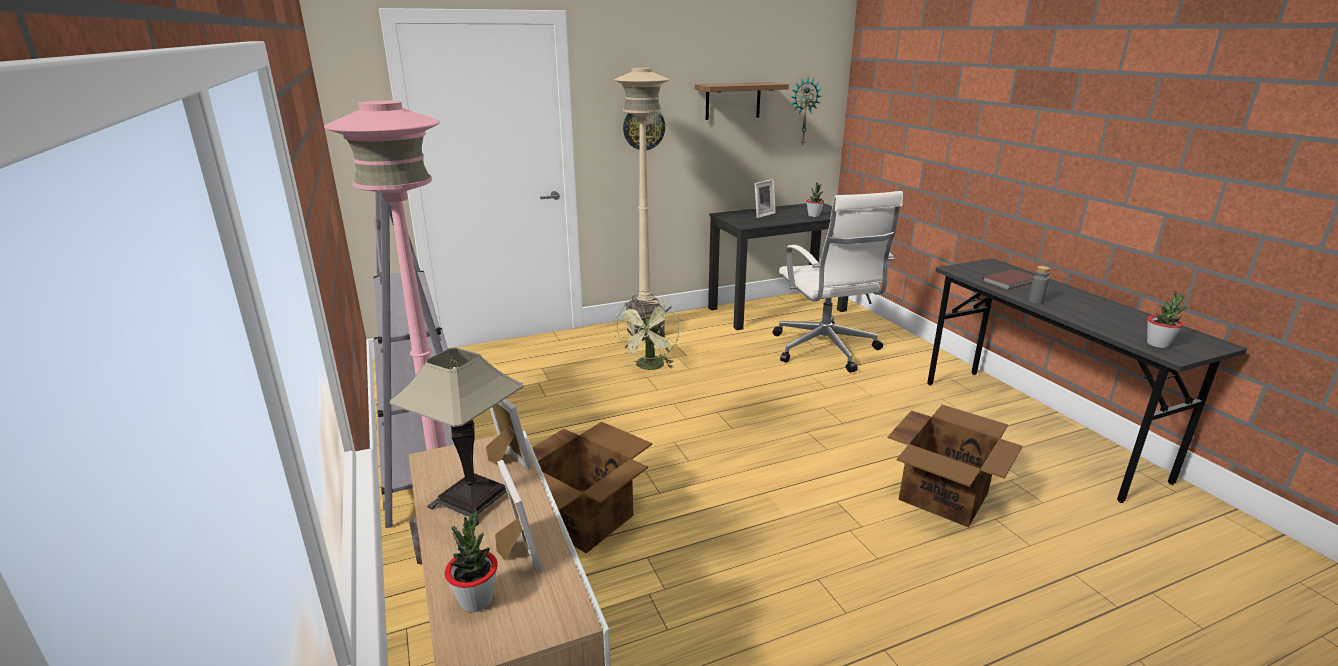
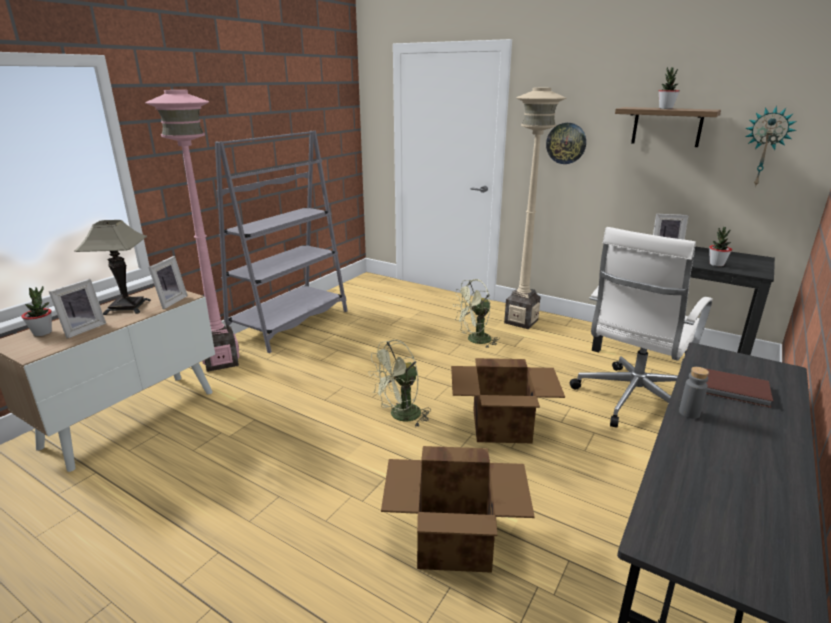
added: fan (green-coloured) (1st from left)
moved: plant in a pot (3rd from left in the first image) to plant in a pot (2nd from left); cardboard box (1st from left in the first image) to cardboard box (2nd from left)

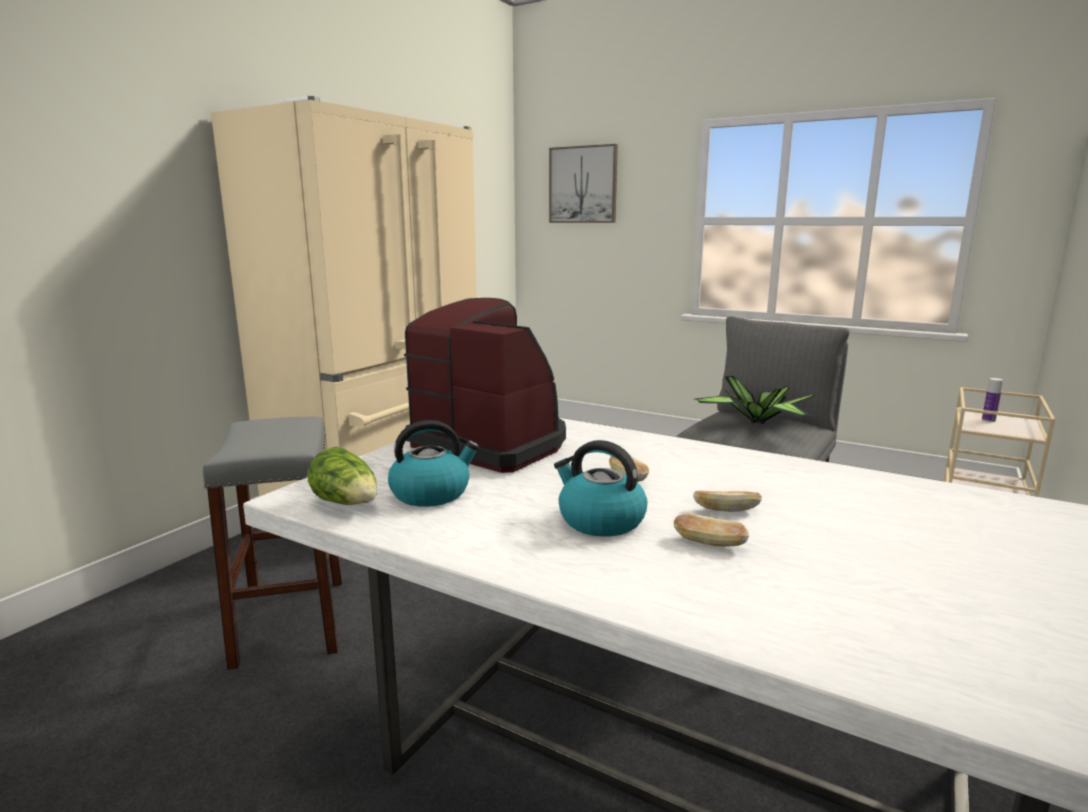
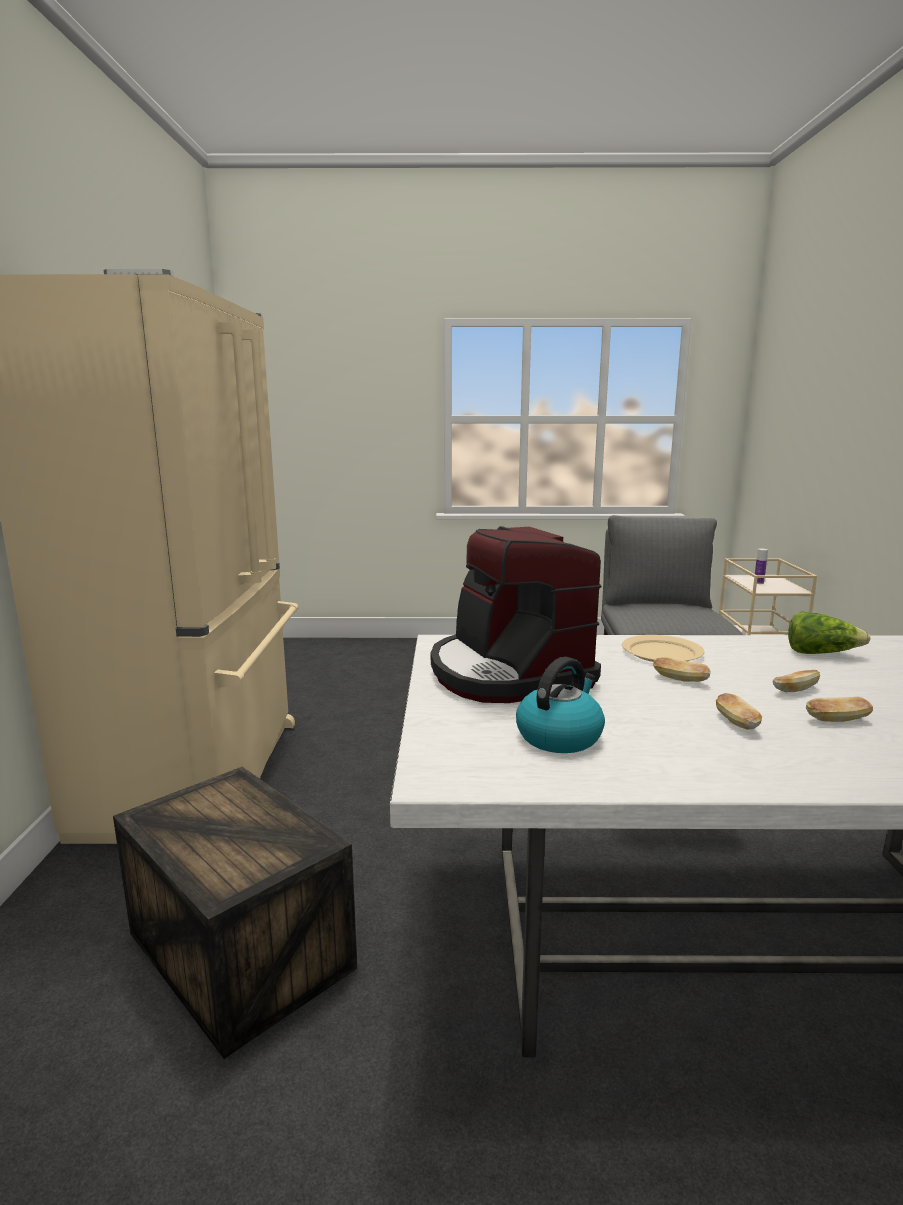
removed: wall art; plant in a pot
added: flat dish (beige-coloured)
moved: lettuce head
replaced: sitting stool (grey) (1st from left) to shipping crate; water kettle (2nd from left) to bread (2nd from left)
turned: coffee brewer 120 degrees counterclockwise

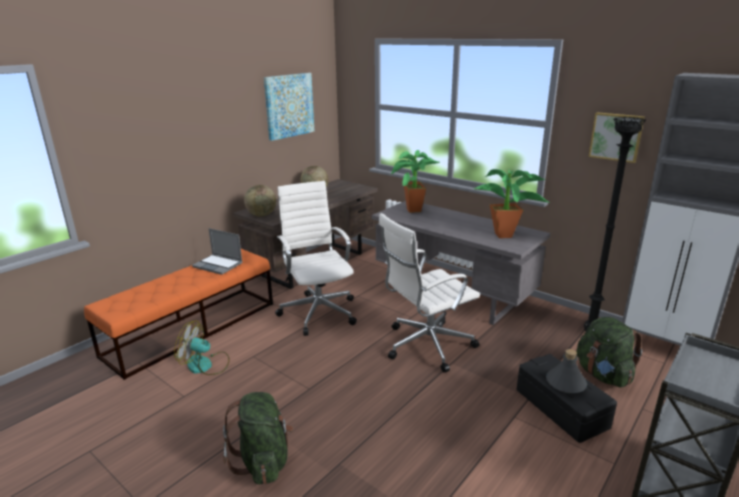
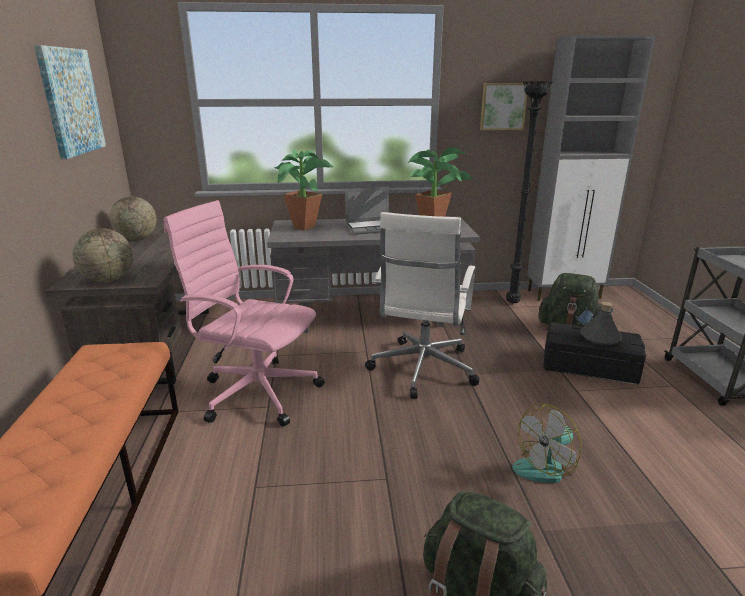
moved: laptop; fan
recoloured: desk chair (white-coloured) (1st from left) to desk chair (pink-coloured)

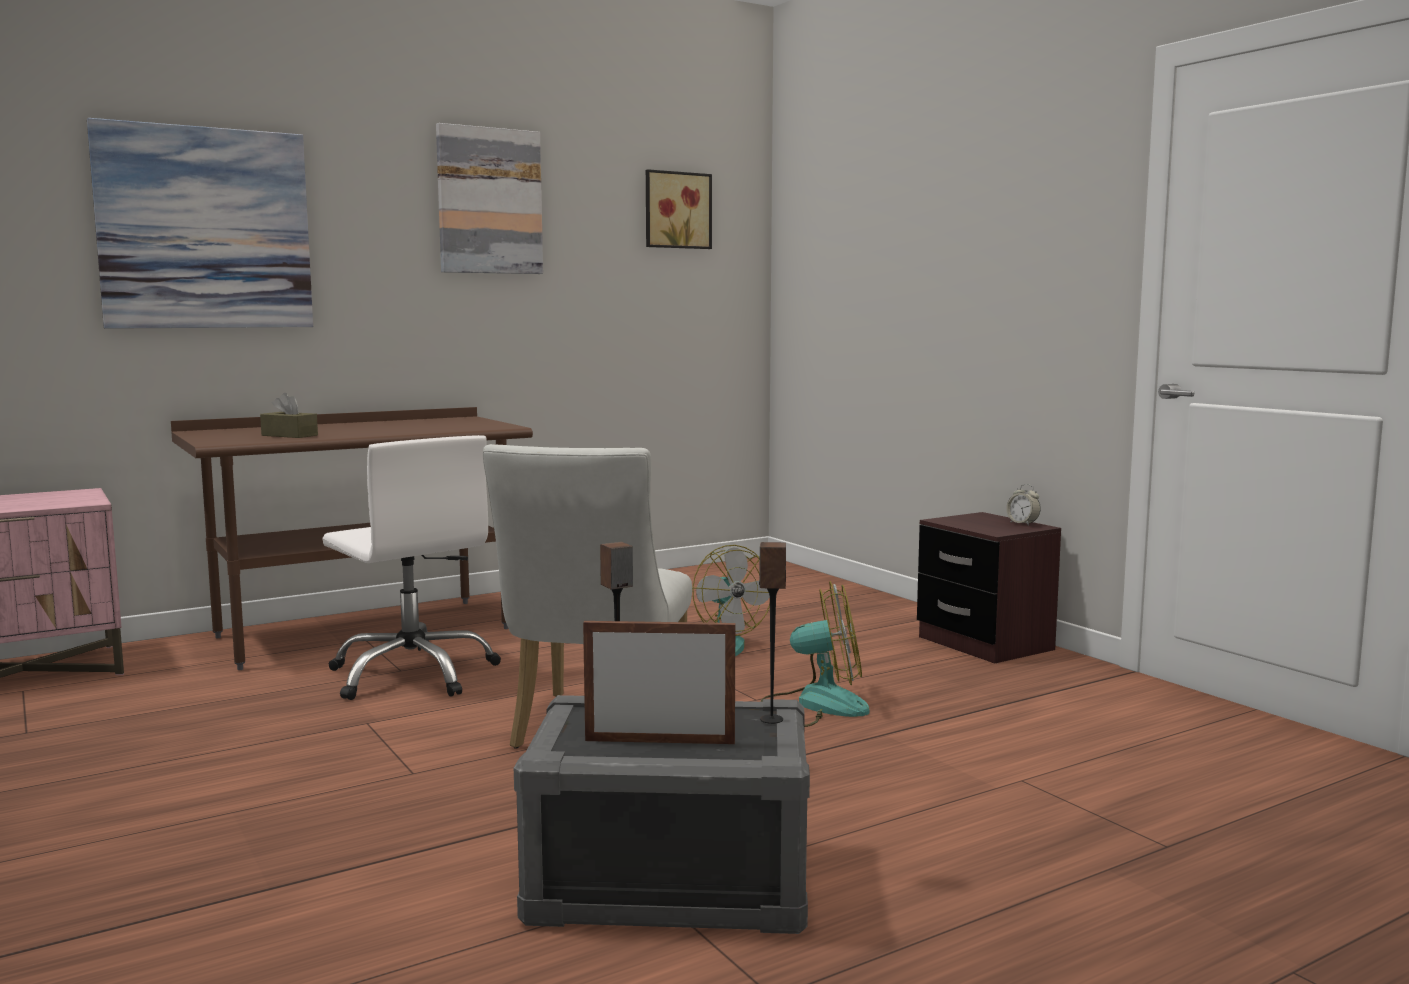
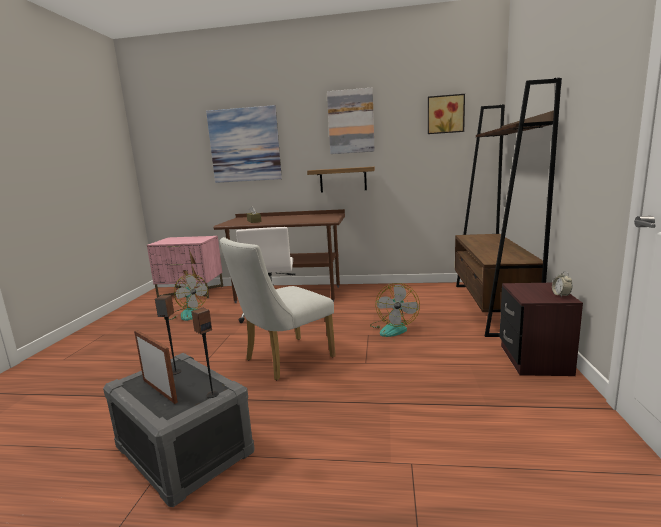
added: shelving unit (brownish); shelf
moved: fan (2nd from left in the first image) to fan (1st from left)

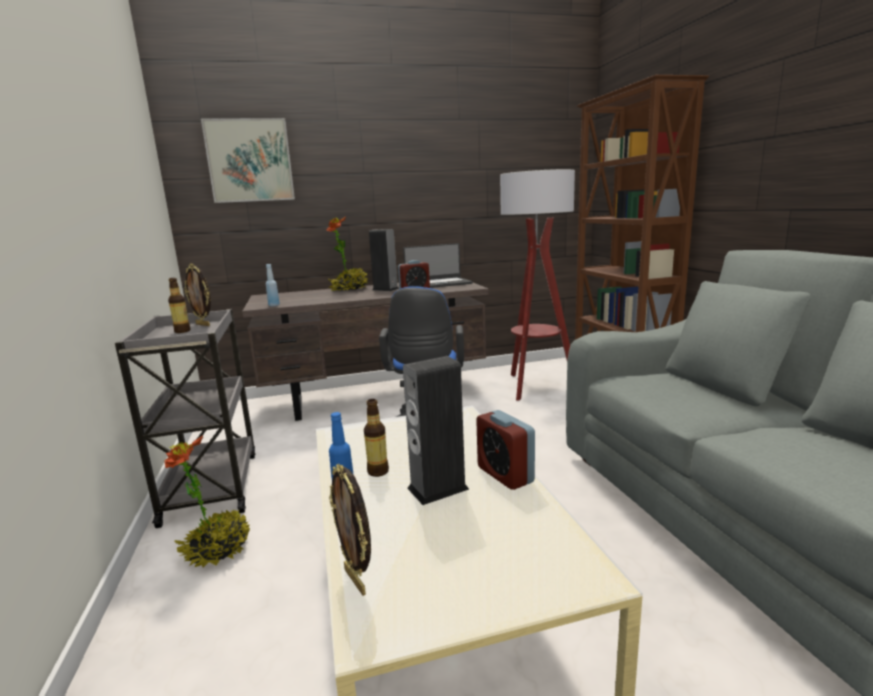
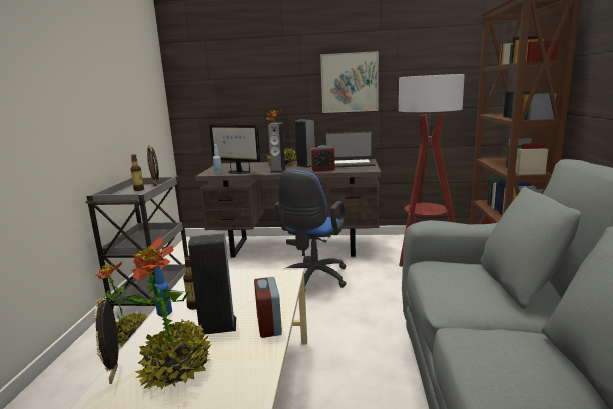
added: loudspeaker (2nd from left); computer display; plant in a pot (2nd from left)
moved: wall art

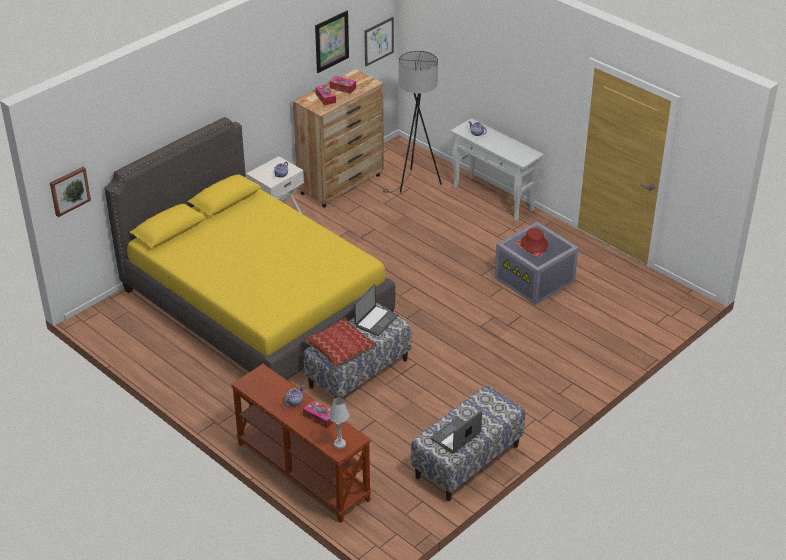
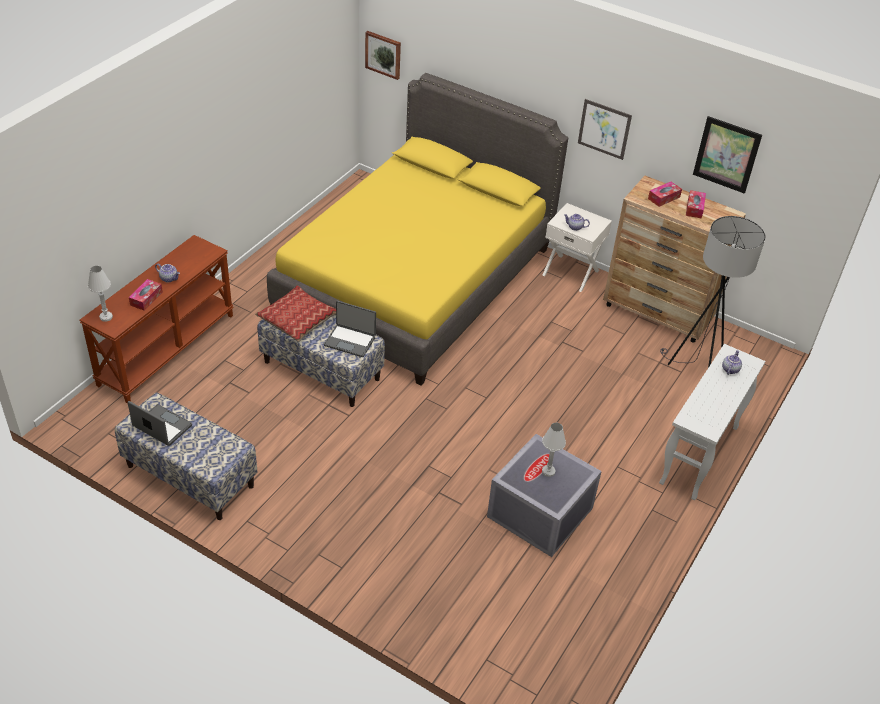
moved: wall art (3rd from left in the first image) to wall art (2nd from left)
replaced: wearable hat (red) to table lamp (white-coloured) (2nd from left)

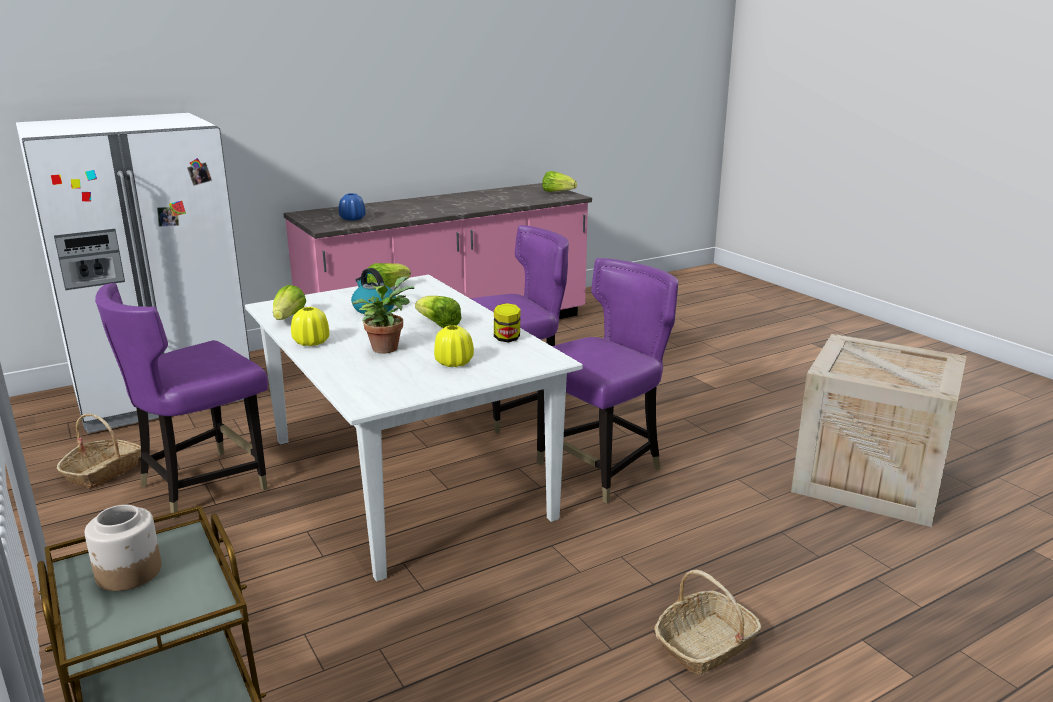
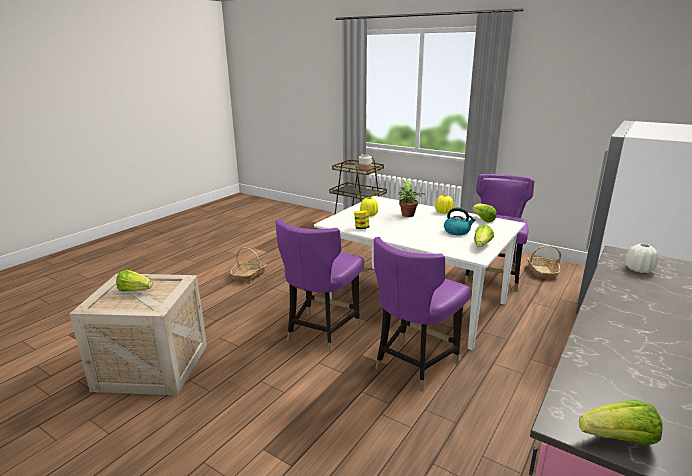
moved: lettuce head (3rd from left in the first image) to lettuce head (1st from left)
recoloured: vase (bluish) to vase (white-coloured)

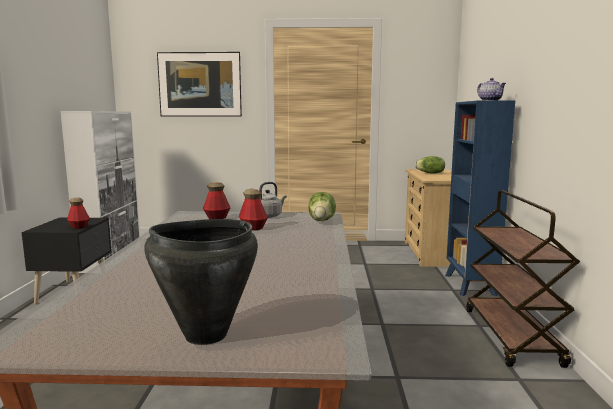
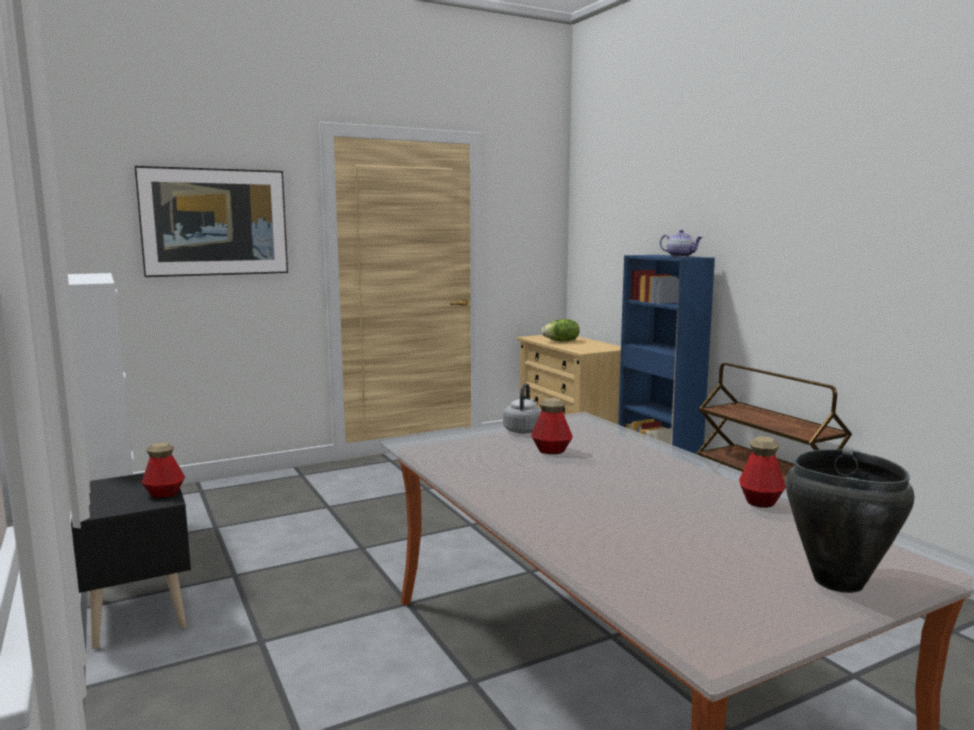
removed: lettuce head (1st from left)
moved: drink bottle (2nd from left in the first image) to drink bottle (3rd from left)

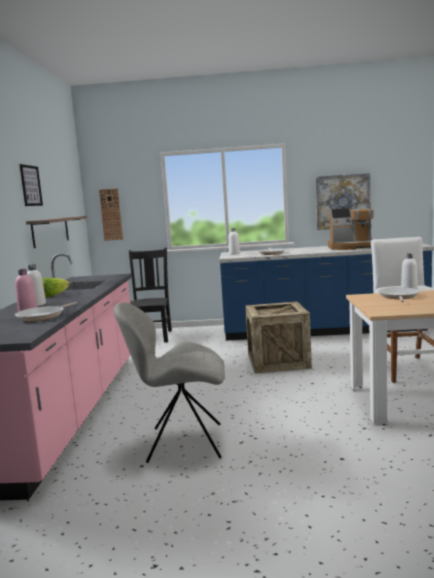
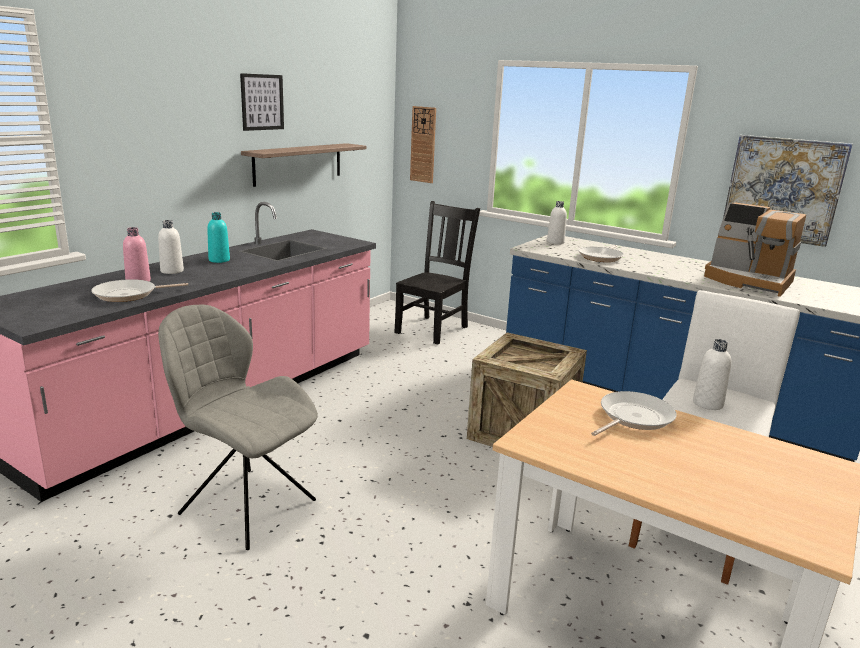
replaced: lettuce head to drink bottle (turquoise)

